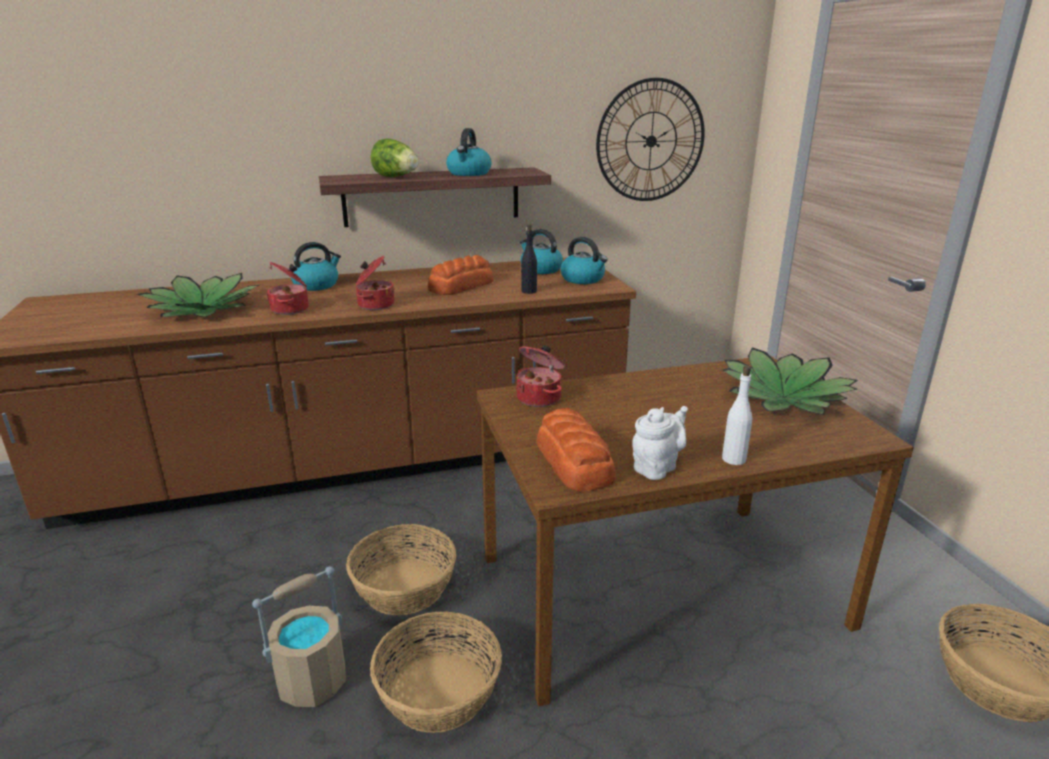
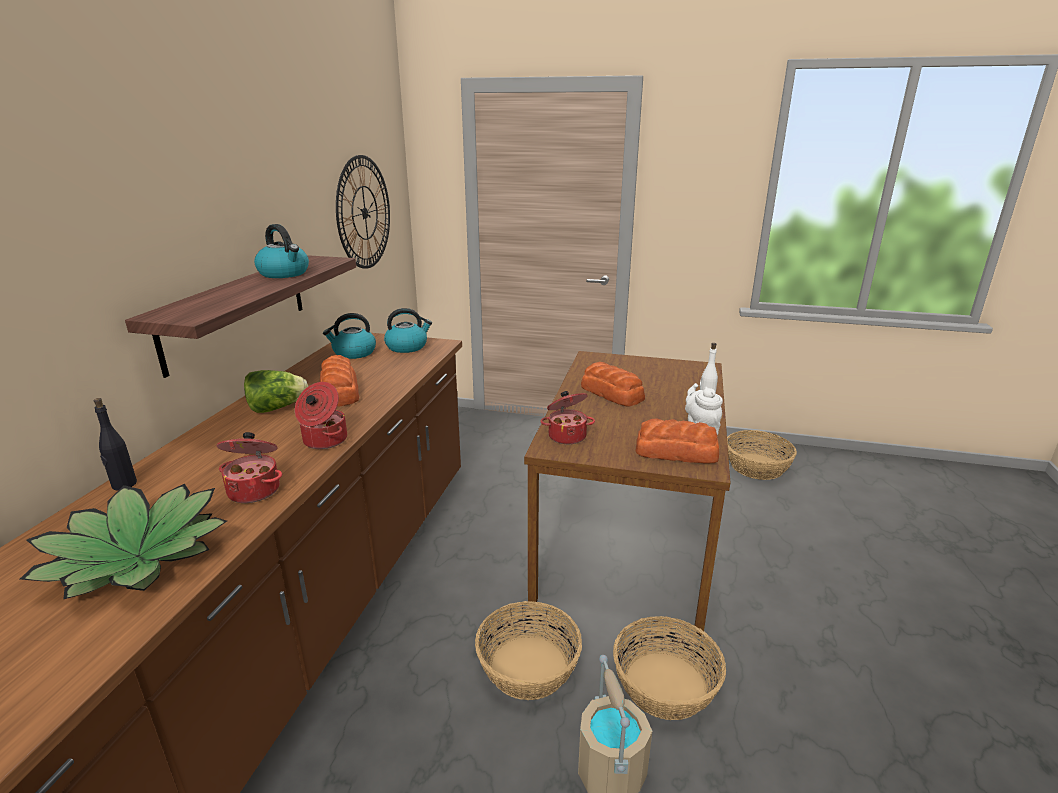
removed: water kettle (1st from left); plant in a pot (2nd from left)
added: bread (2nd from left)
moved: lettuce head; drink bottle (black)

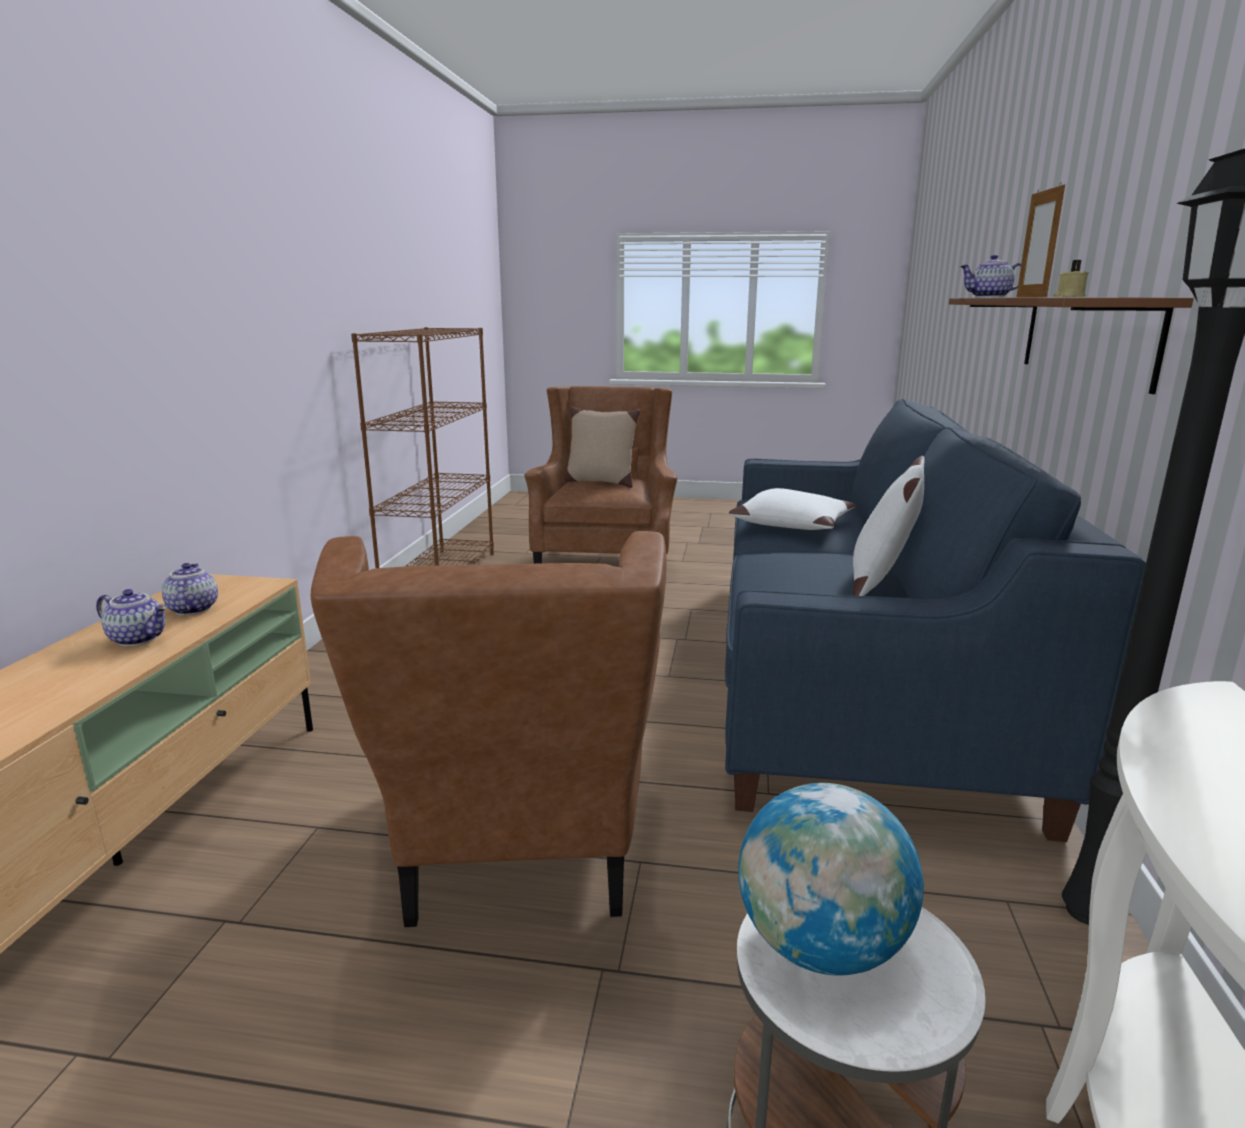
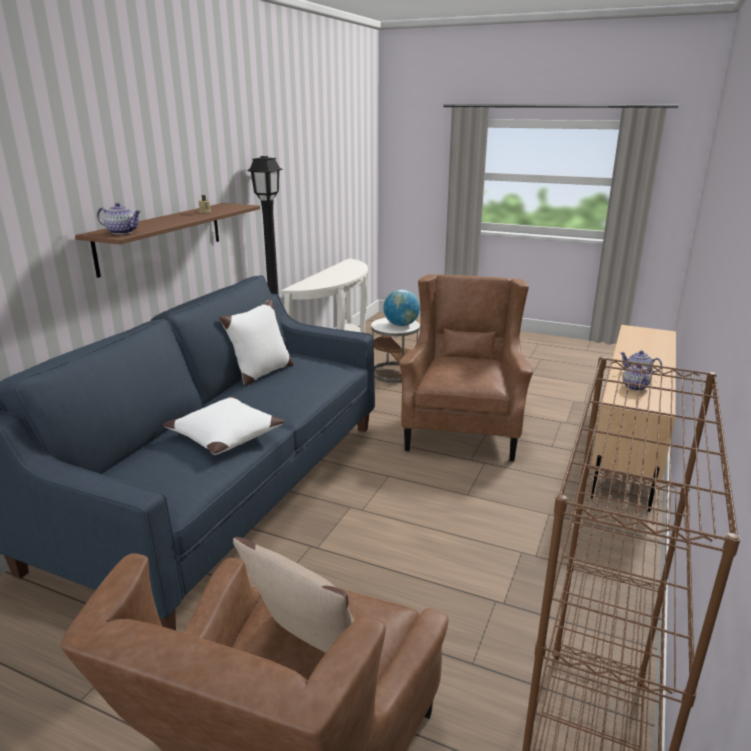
removed: standing frame

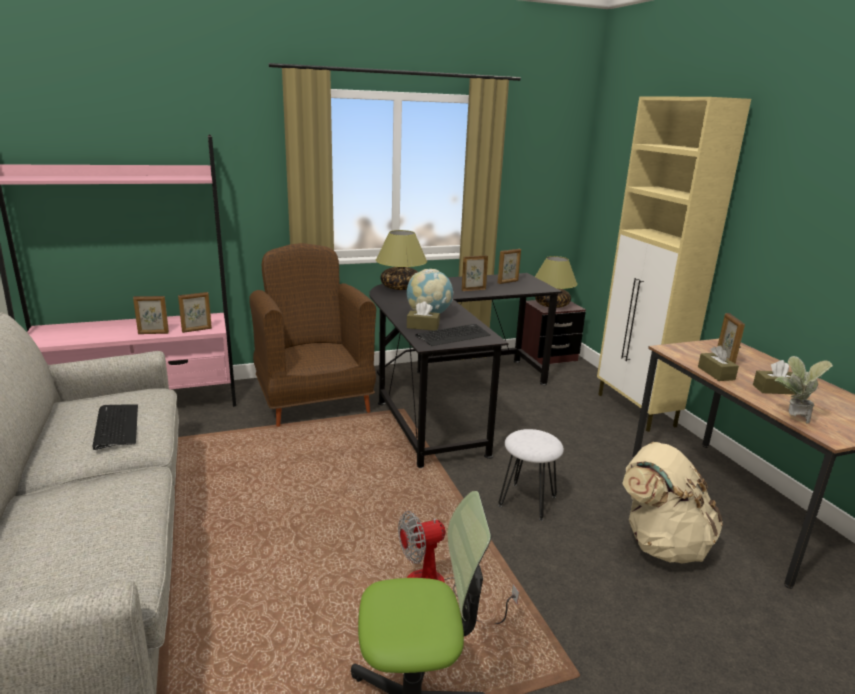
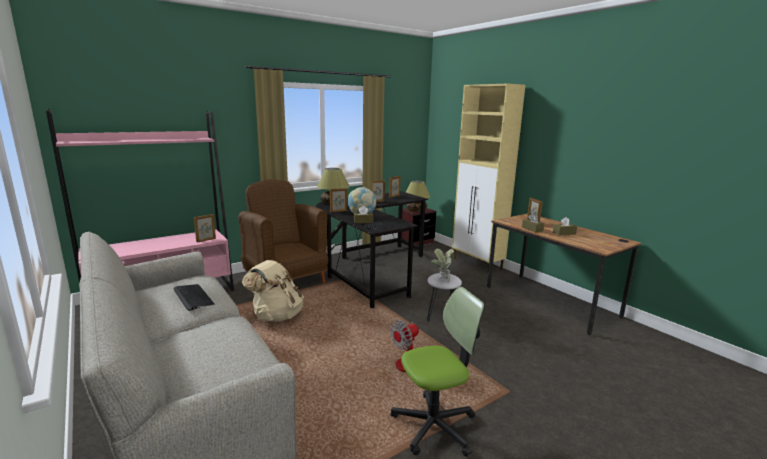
moved: standing frame (1st from left in the first image) to standing frame (2nd from left); plant in a pot; backpack (beige-coloured)

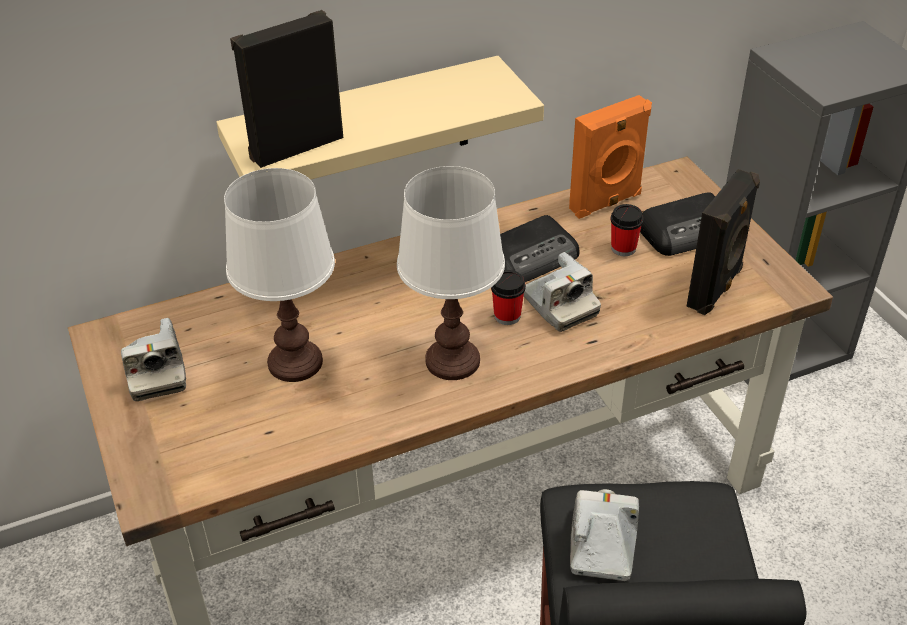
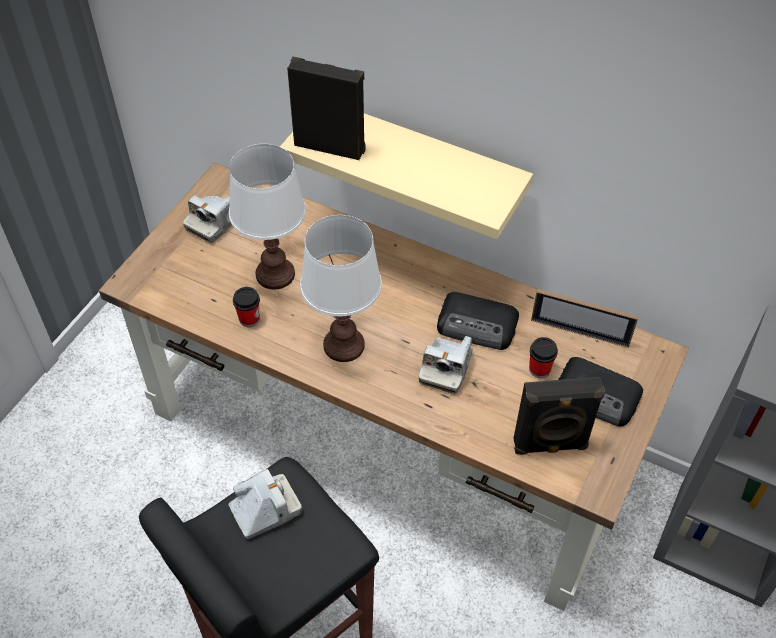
moved: small cup (1st from left)
replaced: loudspeaker (orangey) to standing frame

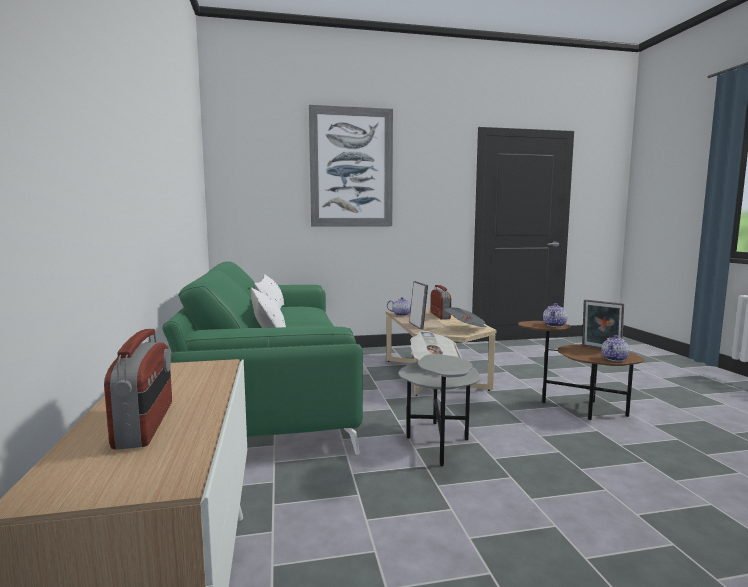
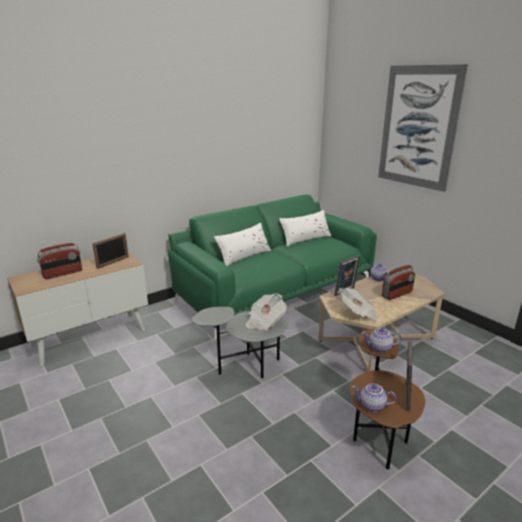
added: standing frame (1st from left)

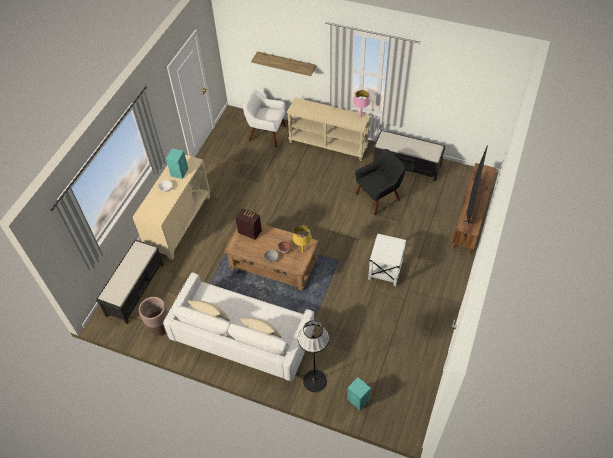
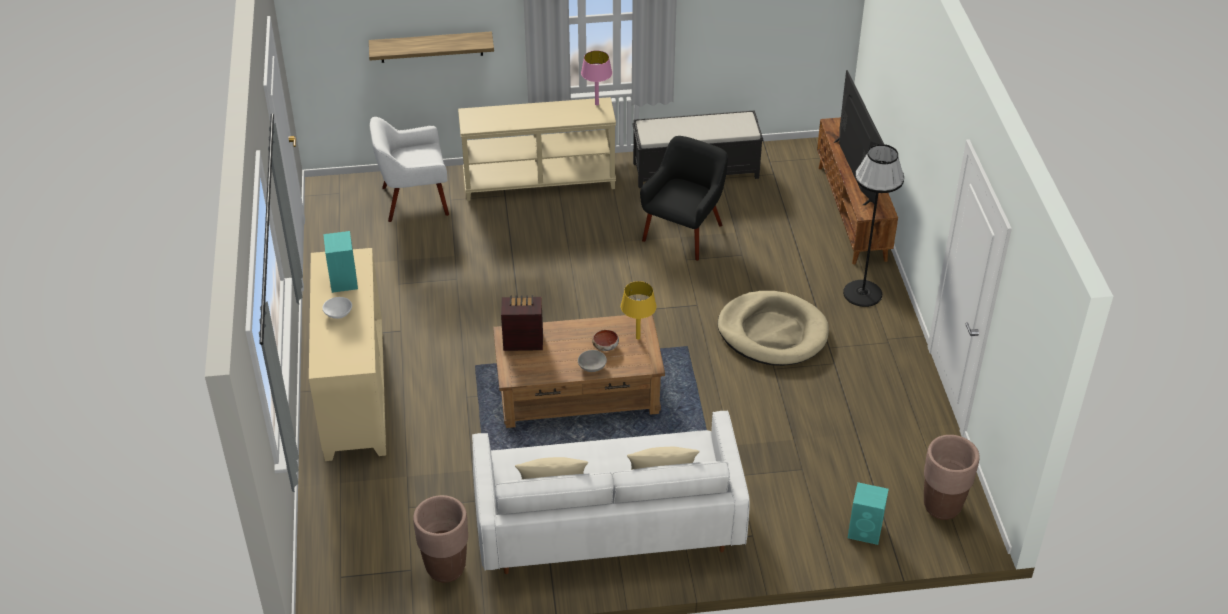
removed: indoor bench (black) (1st from left)
added: plant pot (brownish) (2nd from left)
moved: standing lamp (black)
replaced: side table (white-coloured) to pet bed (beige-coloured)

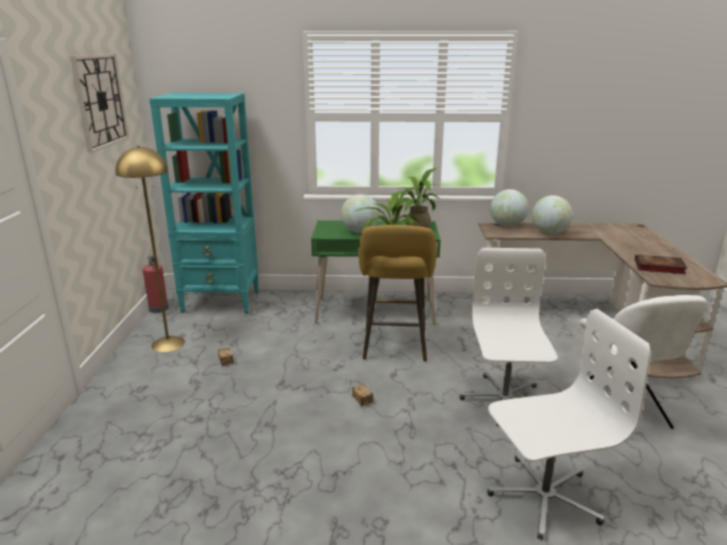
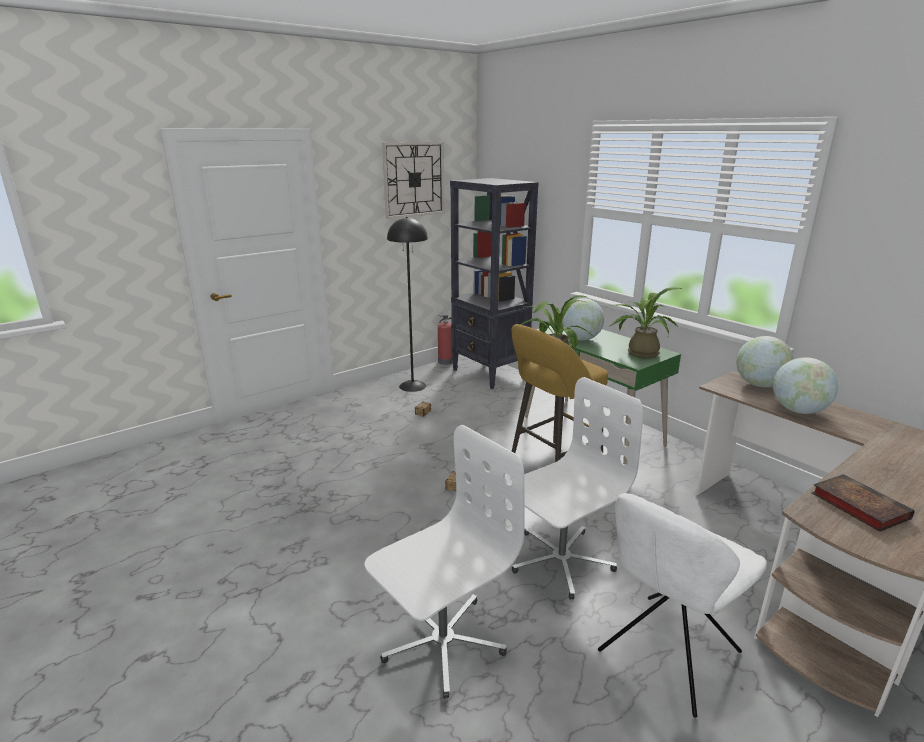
recoloured: shelving unit (turquoise) to shelving unit (black); standing lamp (yellow-coloured) to standing lamp (black)
turned: desk chair (white-coloured) (2nd from left in the first image) 75 degrees counterclockwise

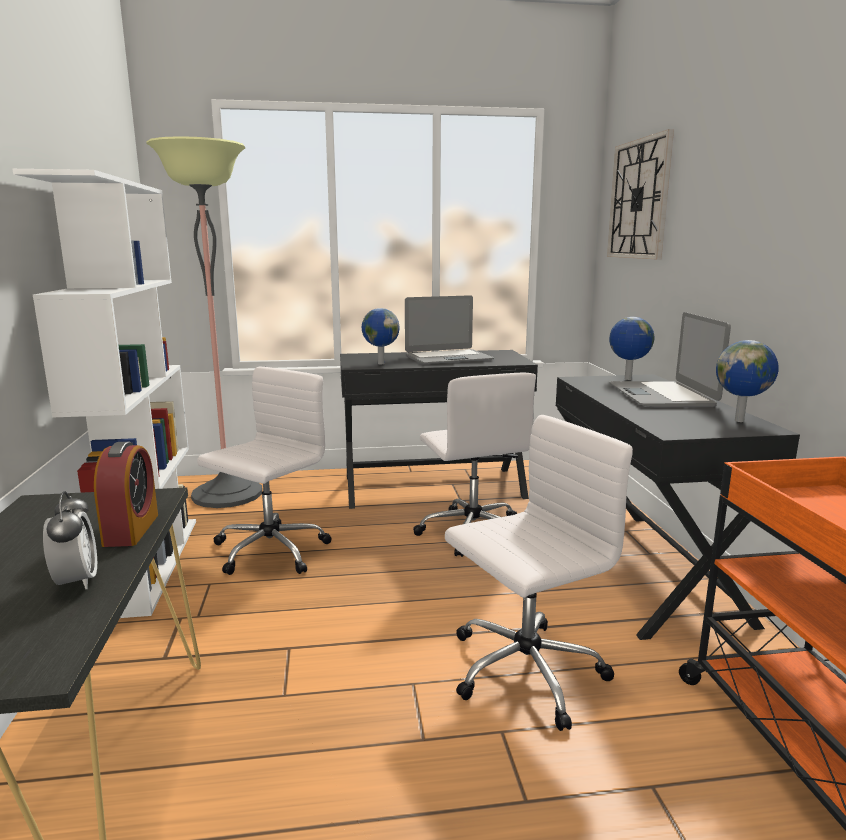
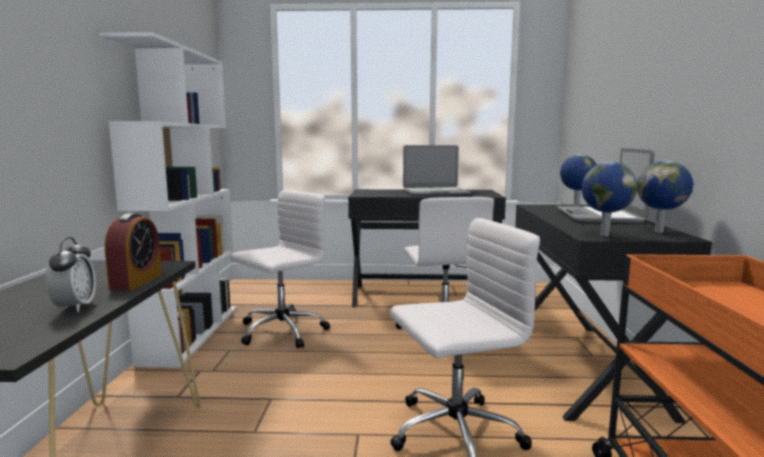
removed: wall clock; standing lamp
moved: desk globe (1st from left in the first image) to desk globe (2nd from left)

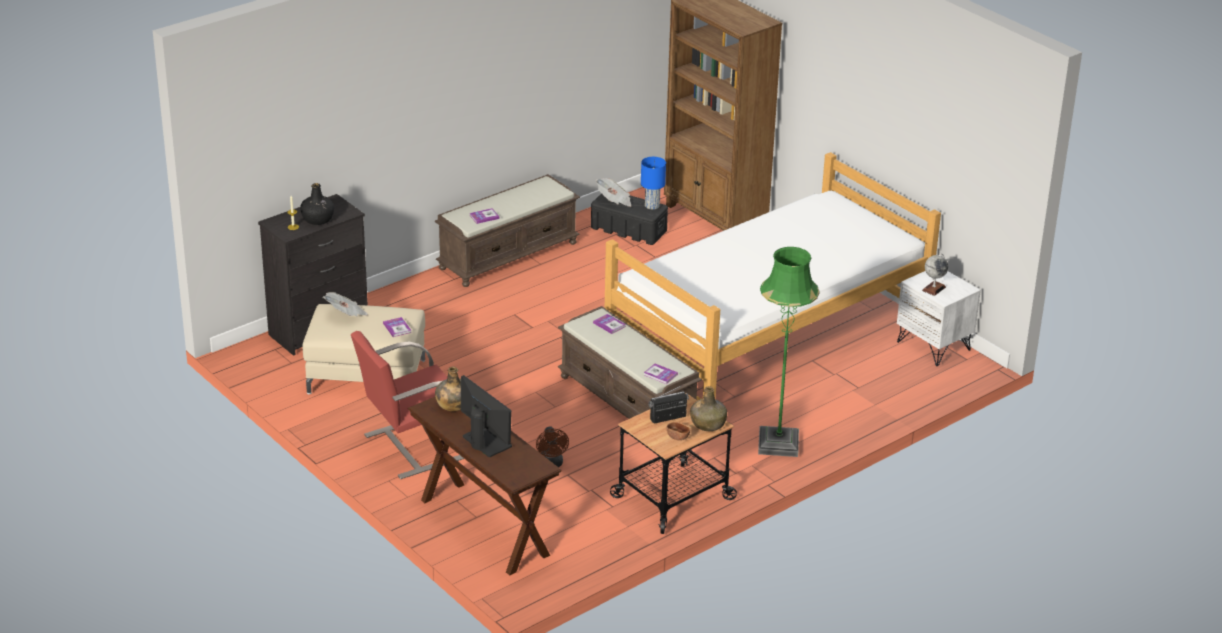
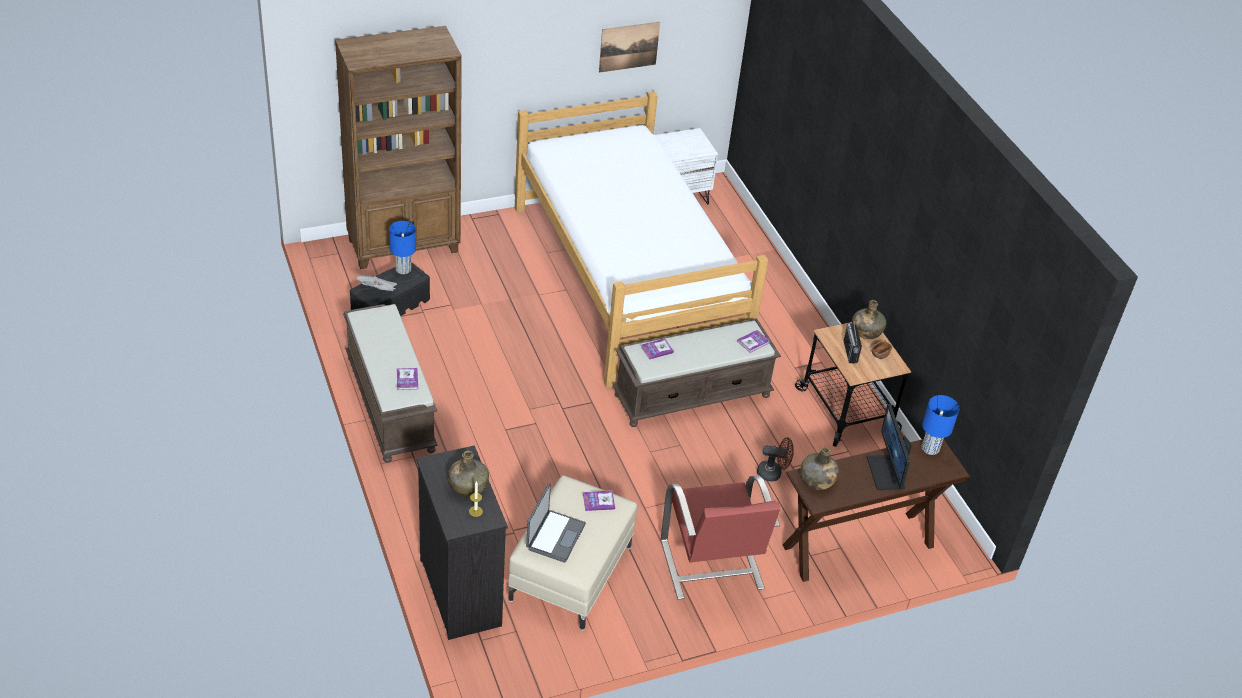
removed: standing lamp (green-coloured); desk globe
added: wall art; table lamp (bluish) (2nd from left)
replaced: newspaper (1st from left) to laptop
recoloured: drink bottle (black) to drink bottle (green-coloured) (1st from left)
turned: computer display 75 degrees counterclockwise

